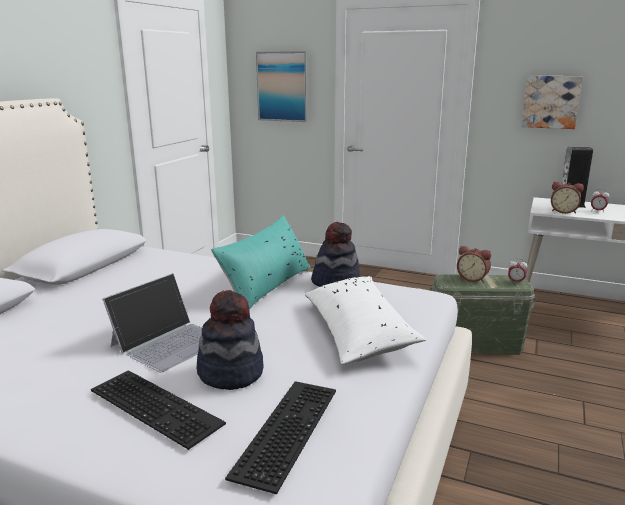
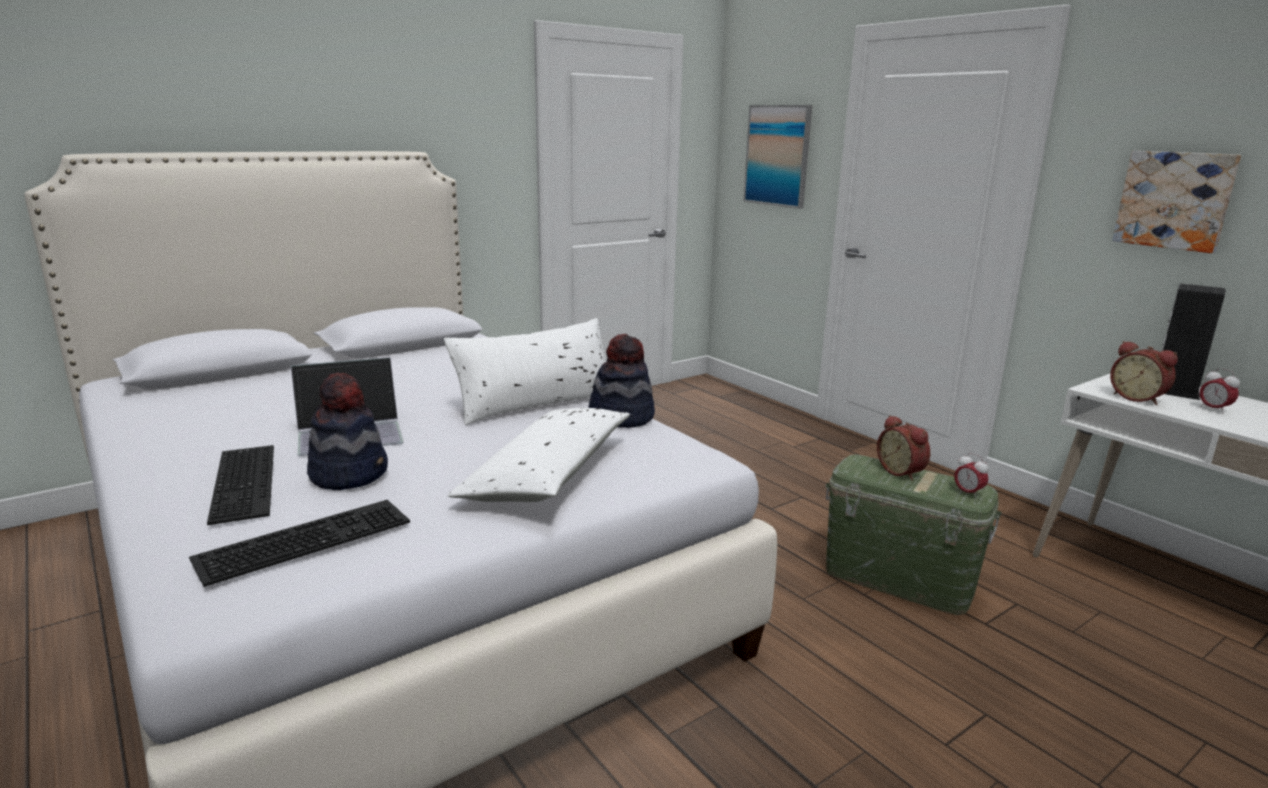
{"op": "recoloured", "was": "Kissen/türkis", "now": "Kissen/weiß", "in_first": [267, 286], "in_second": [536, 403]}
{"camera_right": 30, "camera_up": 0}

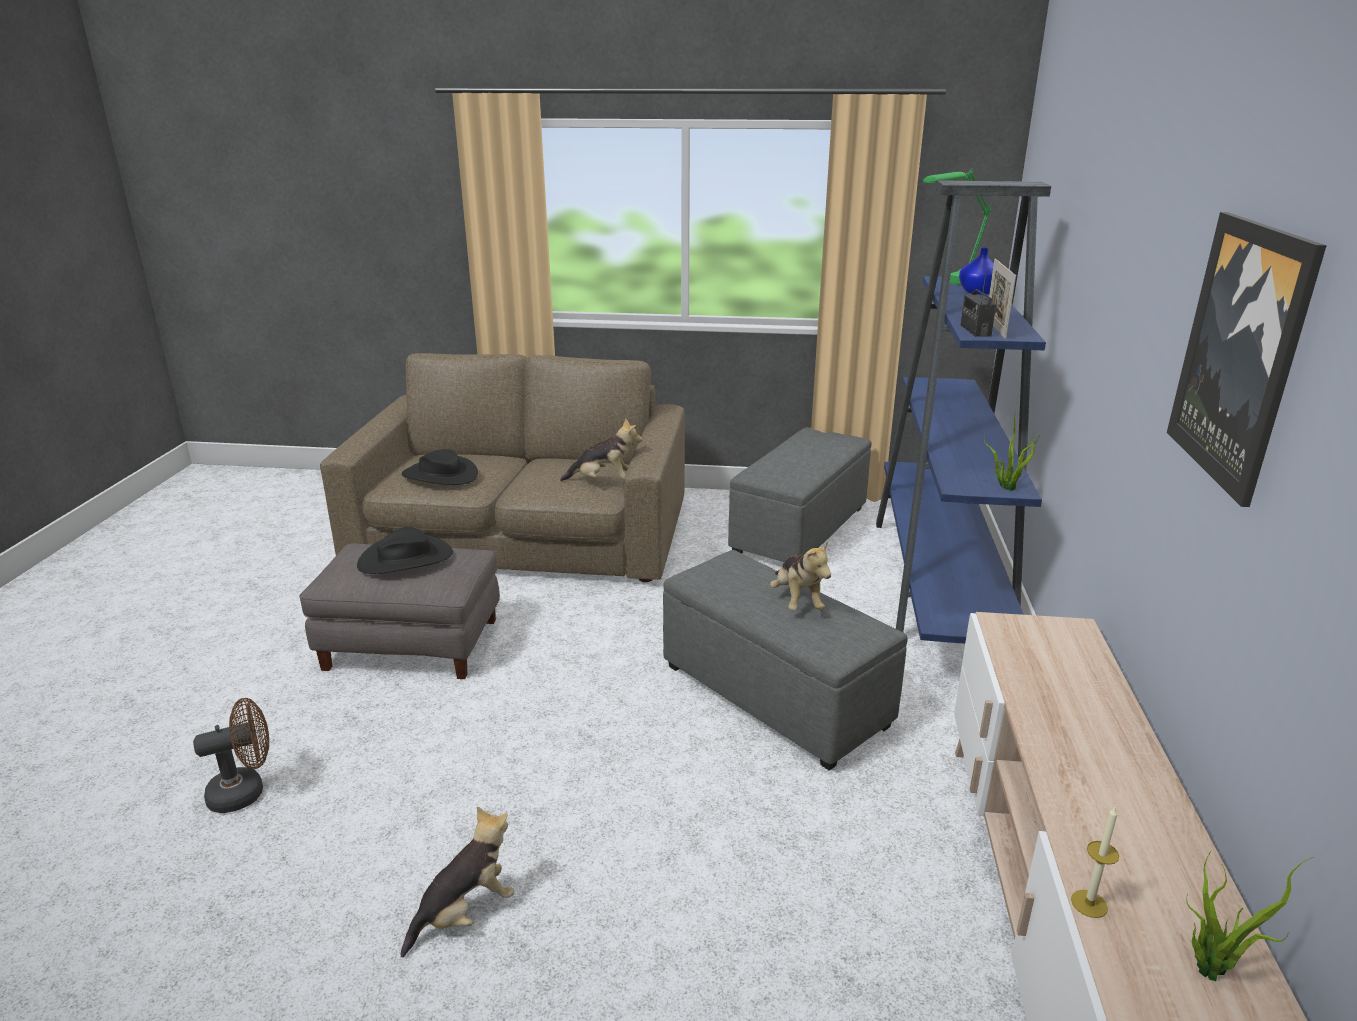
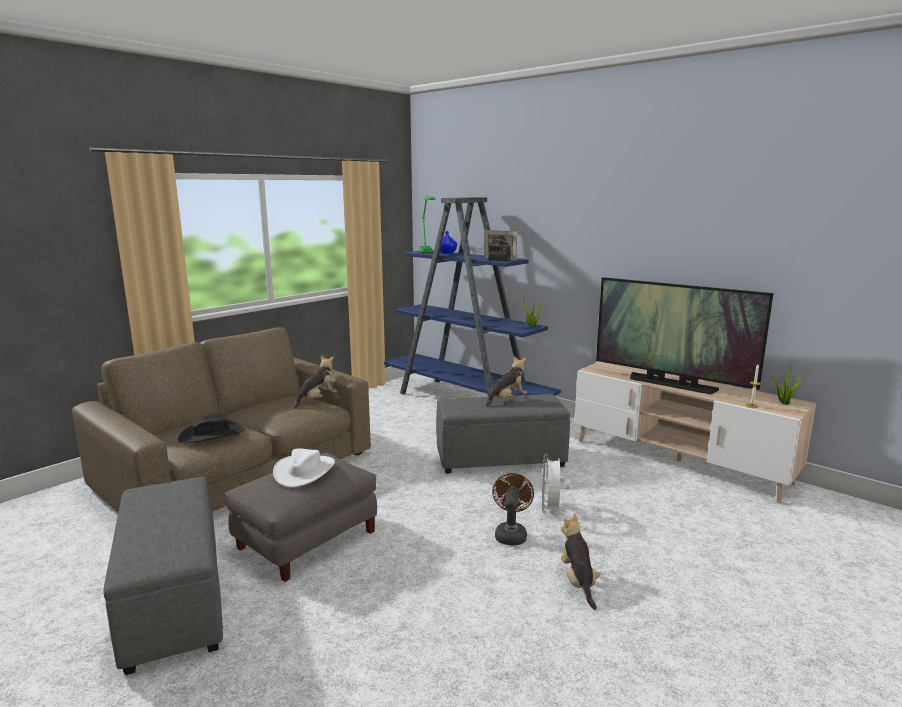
{"op": "moved", "was": "Polsterhocker/grau", "in_first": [800, 529], "in_second": [173, 599]}
{"op": "recoloured", "was": "Hut/schwarz", "now": "Hut/weiß", "in_first": [405, 559], "in_second": [304, 471]}
{"op": "turned", "was": "Plüschtier", "in_first": [797, 601], "in_second": [507, 400], "clockwise": -60}
{"op": "moved", "was": "Ventilator/braun", "in_first": [245, 791], "in_second": [511, 534]}
{"op": "added", "now": "Ventilator/weiß", "in_second": [551, 509]}
{"op": "added", "now": "Fernseher", "in_second": [671, 384]}
{"op": "removed", "was": "Bild", "in_first": [1242, 353]}
{"camera_right": -55, "camera_up": -10}

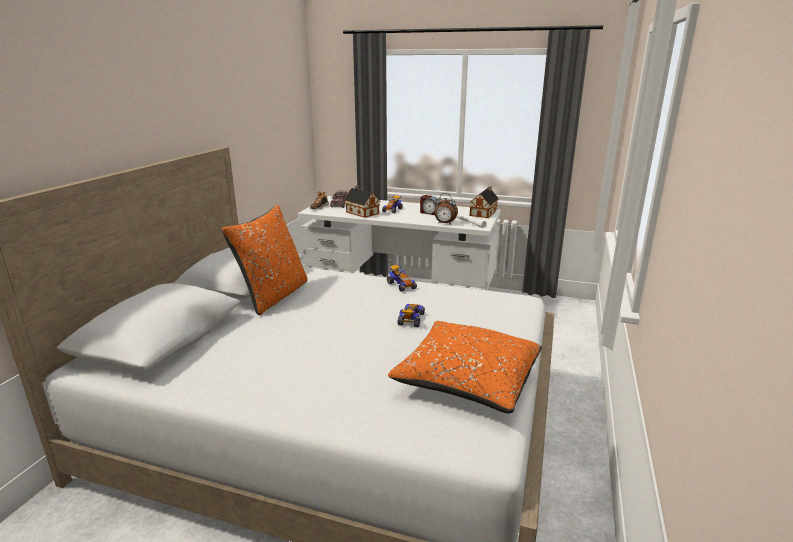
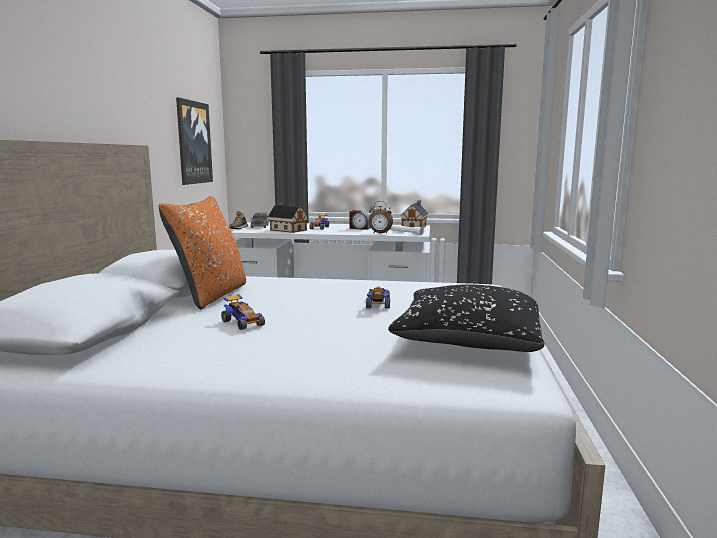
{"op": "added", "now": "Bild", "in_second": [193, 142]}
{"op": "moved", "was": "Spielzeugauto", "in_first": [401, 285], "in_second": [242, 323]}
{"op": "recoloured", "was": "Kissen/orange", "now": "Kissen/schwarz", "in_first": [467, 381], "in_second": [468, 342]}
{"camera_right": -10, "camera_up": -10}

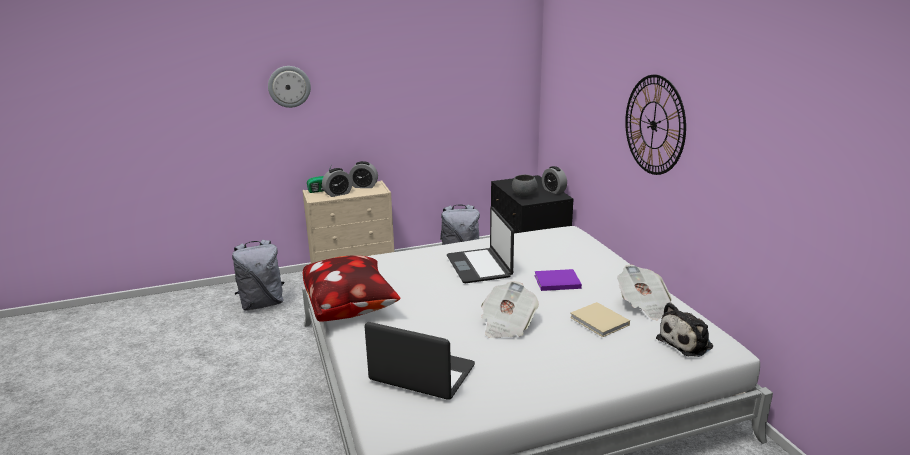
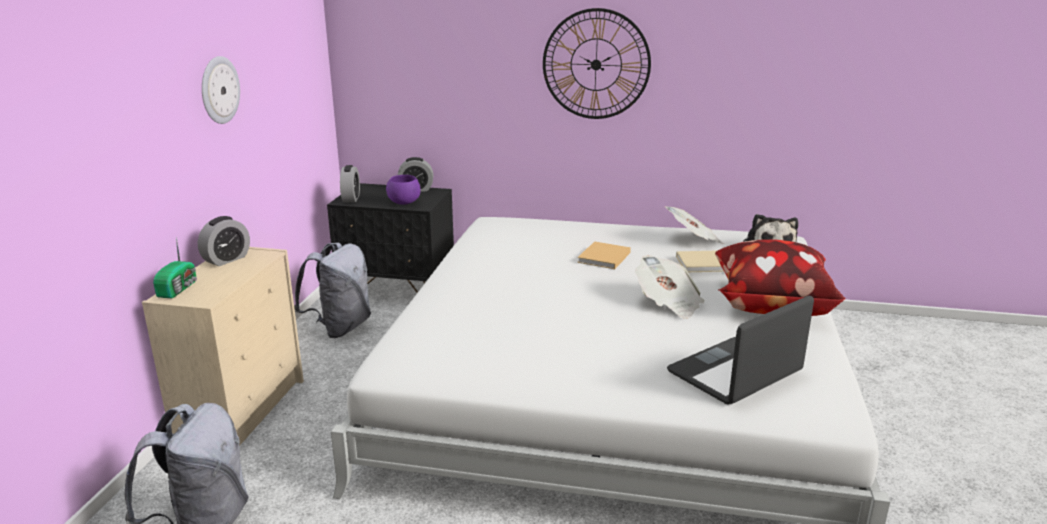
{"op": "moved", "was": "Wanduhr", "in_first": [289, 86], "in_second": [219, 90]}
{"op": "moved", "was": "Wecker", "in_first": [338, 194], "in_second": [351, 198]}
{"op": "recoloured", "was": "Schüssel/grau", "now": "Schüssel/lila", "in_first": [524, 195], "in_second": [404, 203]}
{"op": "recoloured", "was": "Buch/lila", "now": "Buch/beige", "in_first": [555, 282], "in_second": [603, 258]}
{"op": "moved", "was": "Kissen", "in_first": [351, 308], "in_second": [770, 305]}
{"op": "removed", "was": "Laptop", "in_first": [479, 266]}
{"camera_right": -60, "camera_up": 0}

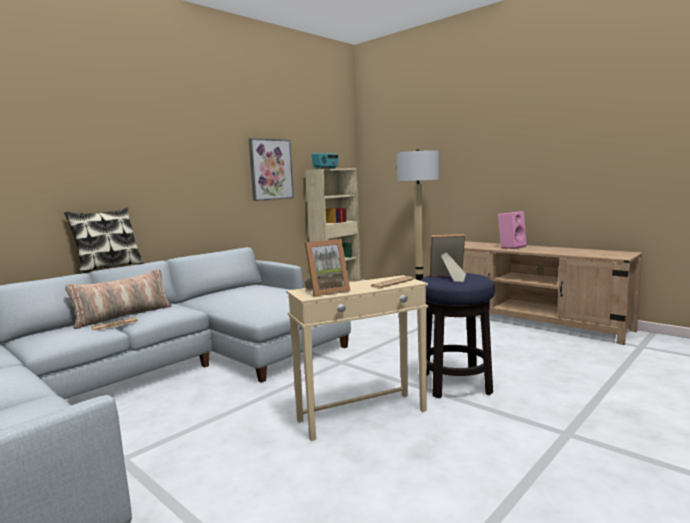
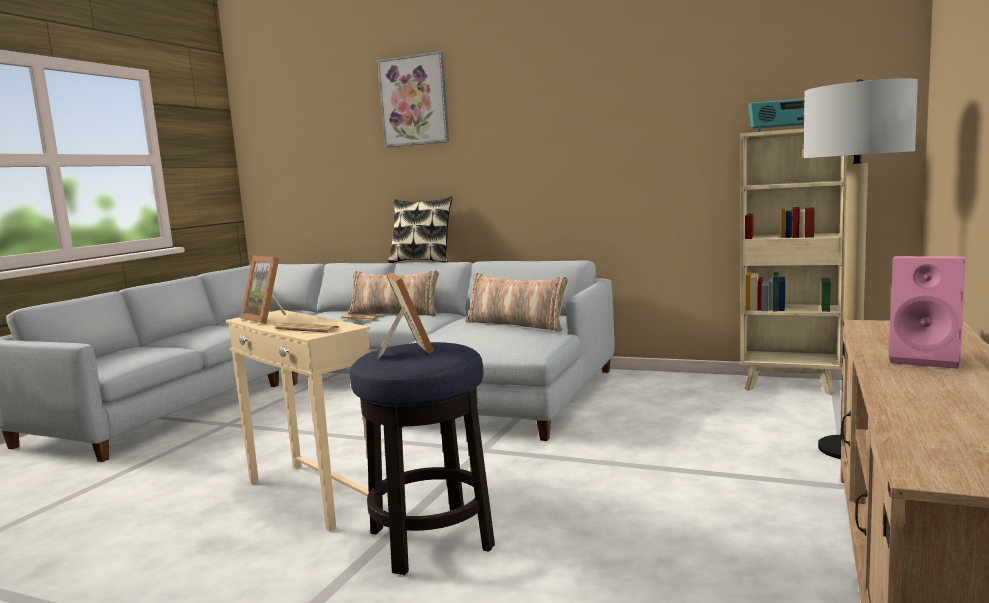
{"op": "moved", "was": "Bild", "in_first": [270, 169], "in_second": [414, 101]}
{"op": "added", "now": "Kissen", "in_second": [516, 325]}
{"camera_right": 70, "camera_up": 0}

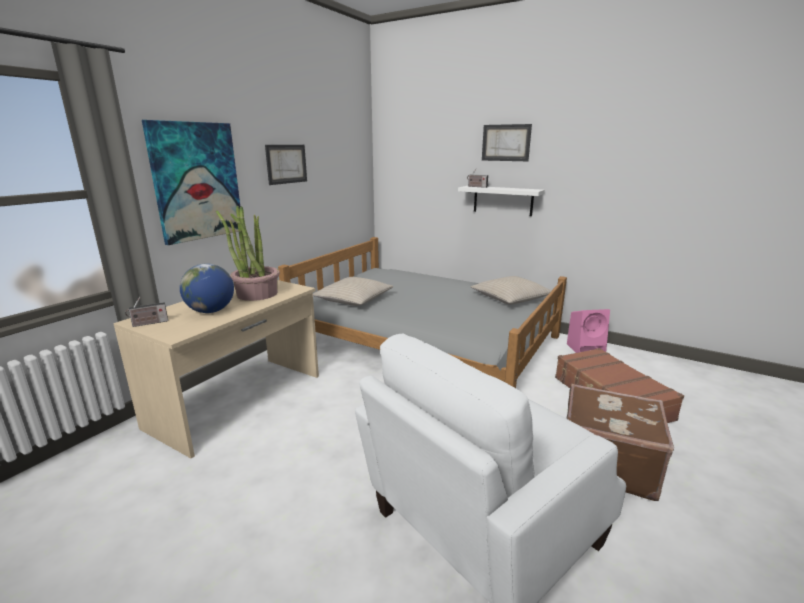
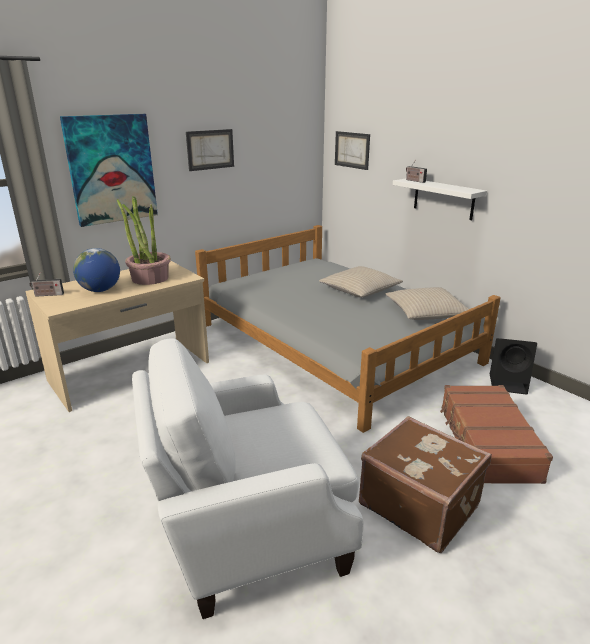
{"op": "moved", "was": "Kissen/beige", "in_first": [354, 299], "in_second": [359, 290]}
{"op": "moved", "was": "Bild", "in_first": [506, 142], "in_second": [352, 150]}
{"op": "recoloured", "was": "Lautsprecher/rosa", "now": "Lautsprecher/schwarz", "in_first": [586, 349], "in_second": [509, 384]}
{"camera_right": 20, "camera_up": 5}

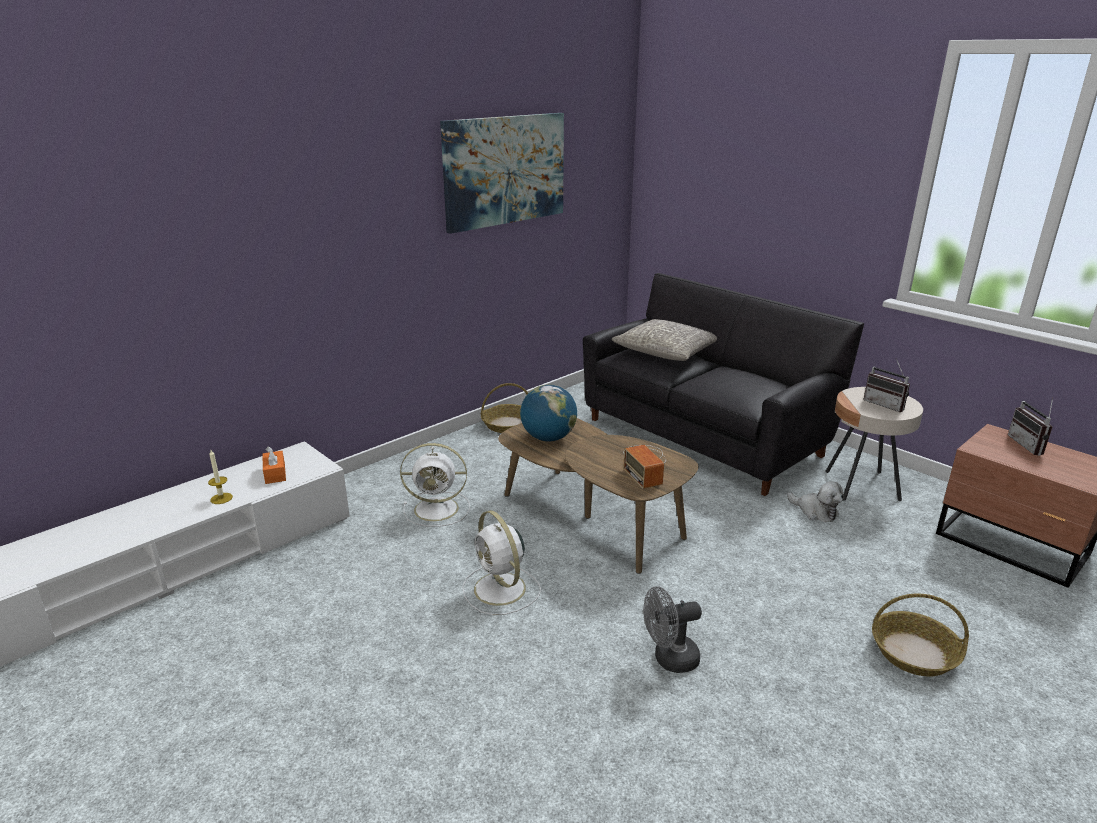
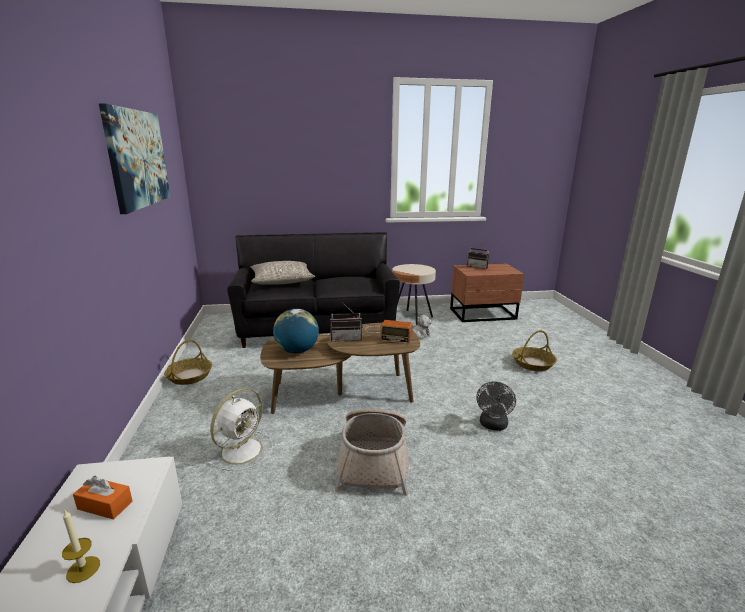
{"op": "moved", "was": "Radio", "in_first": [886, 404], "in_second": [346, 338]}
{"op": "replaced", "was": "Ventilator/weiß", "now": "Korb", "in_first": [501, 590], "in_second": [374, 460]}
{"camera_right": -55, "camera_up": -5}

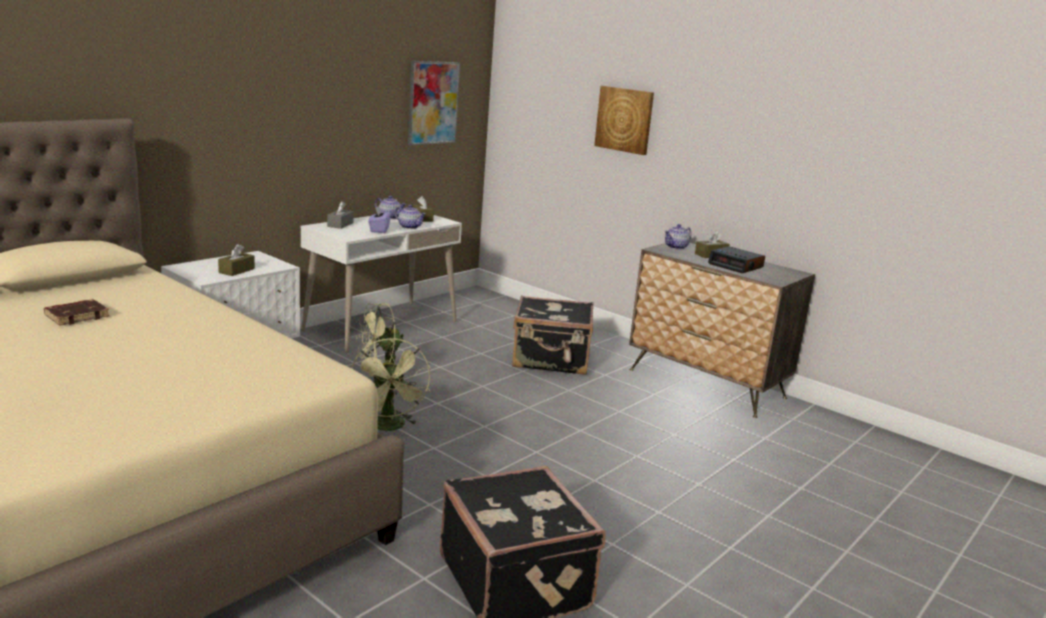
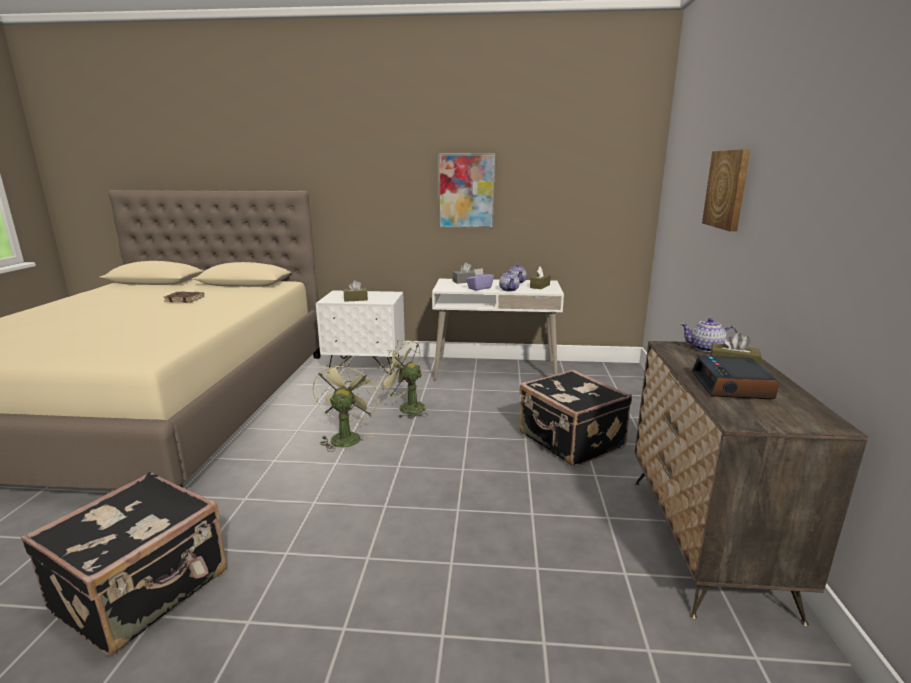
{"op": "turned", "was": "Ventilator/grün", "in_first": [390, 427], "in_second": [346, 436], "clockwise": 150}
{"op": "moved", "was": "Bild", "in_first": [433, 103], "in_second": [466, 191]}
{"camera_right": 55, "camera_up": 0}

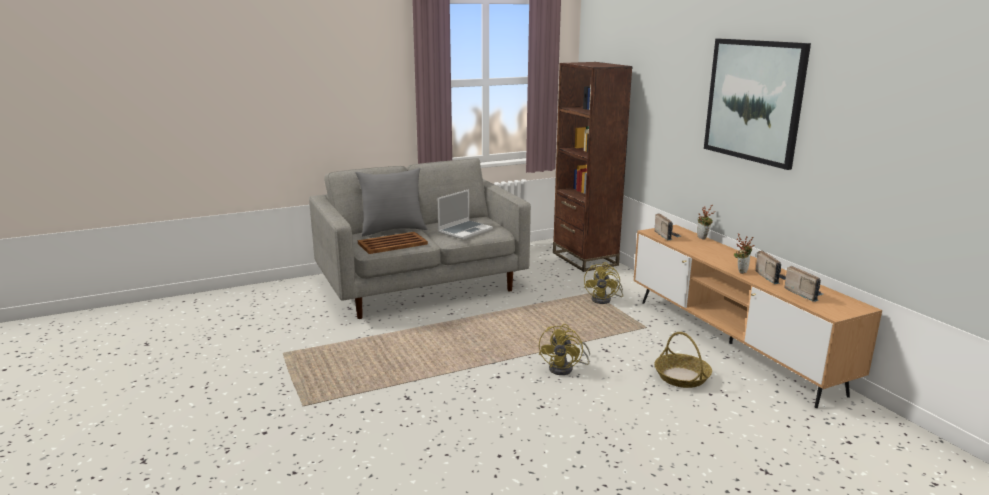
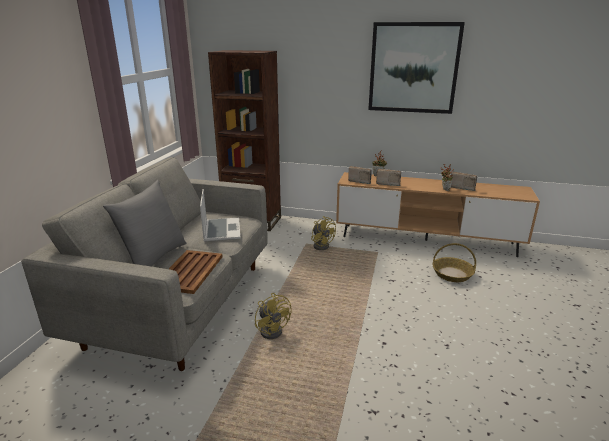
{"op": "moved", "was": "Ventilator/gelb", "in_first": [565, 368], "in_second": [273, 329]}
{"op": "moved", "was": "Radio", "in_first": [803, 294], "in_second": [387, 183]}
{"camera_right": -50, "camera_up": 5}

